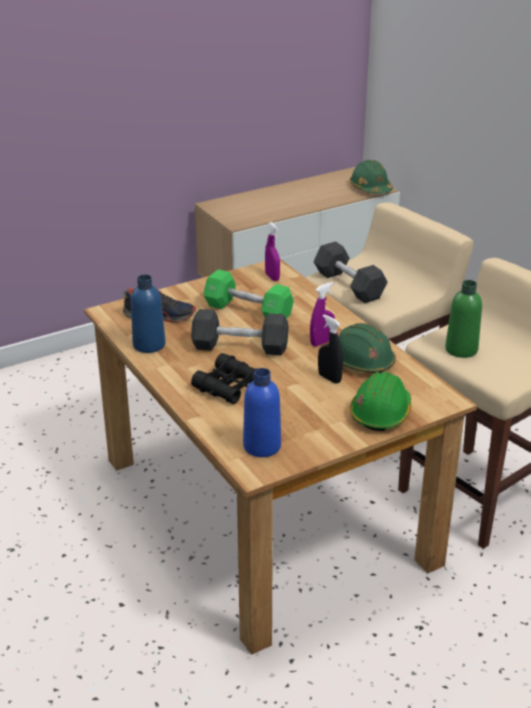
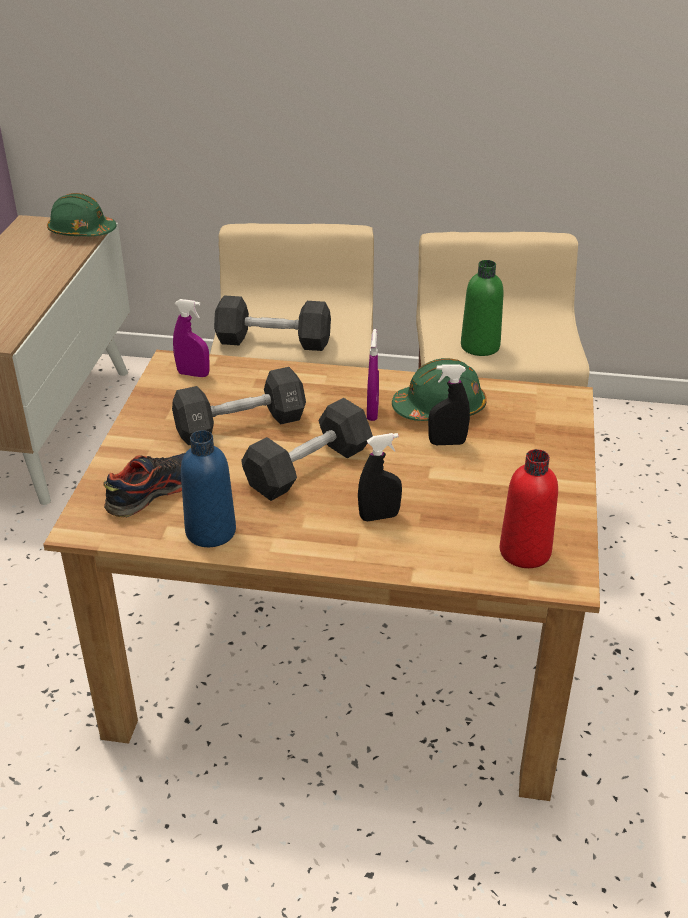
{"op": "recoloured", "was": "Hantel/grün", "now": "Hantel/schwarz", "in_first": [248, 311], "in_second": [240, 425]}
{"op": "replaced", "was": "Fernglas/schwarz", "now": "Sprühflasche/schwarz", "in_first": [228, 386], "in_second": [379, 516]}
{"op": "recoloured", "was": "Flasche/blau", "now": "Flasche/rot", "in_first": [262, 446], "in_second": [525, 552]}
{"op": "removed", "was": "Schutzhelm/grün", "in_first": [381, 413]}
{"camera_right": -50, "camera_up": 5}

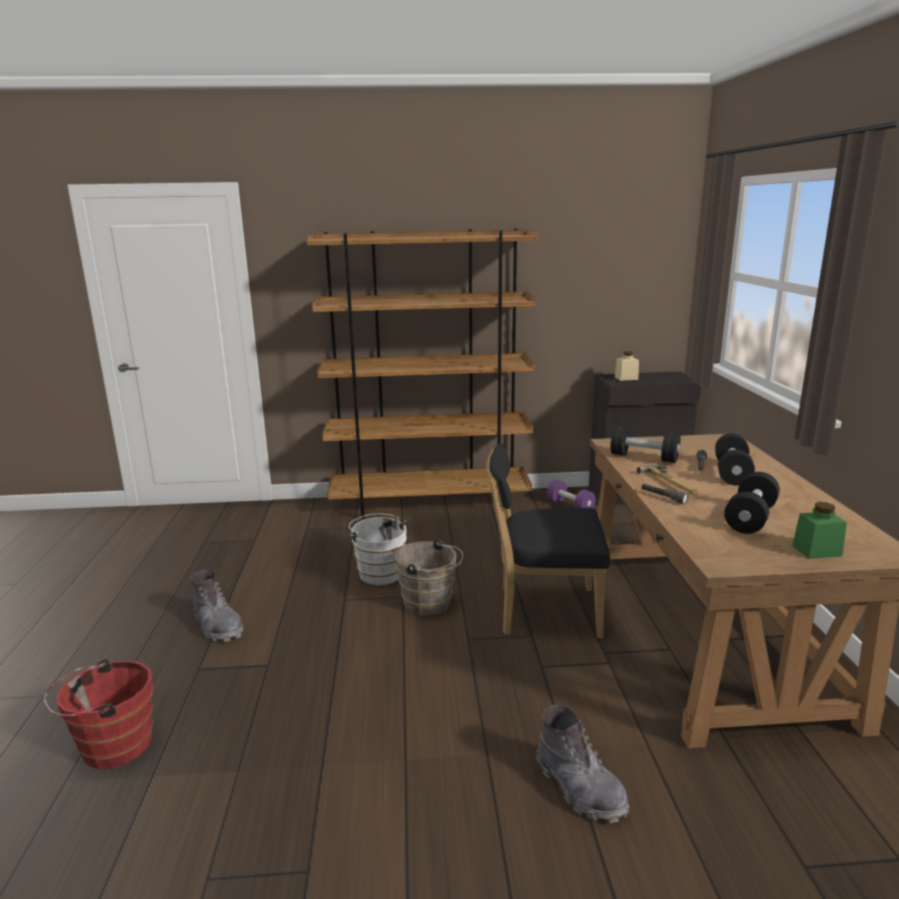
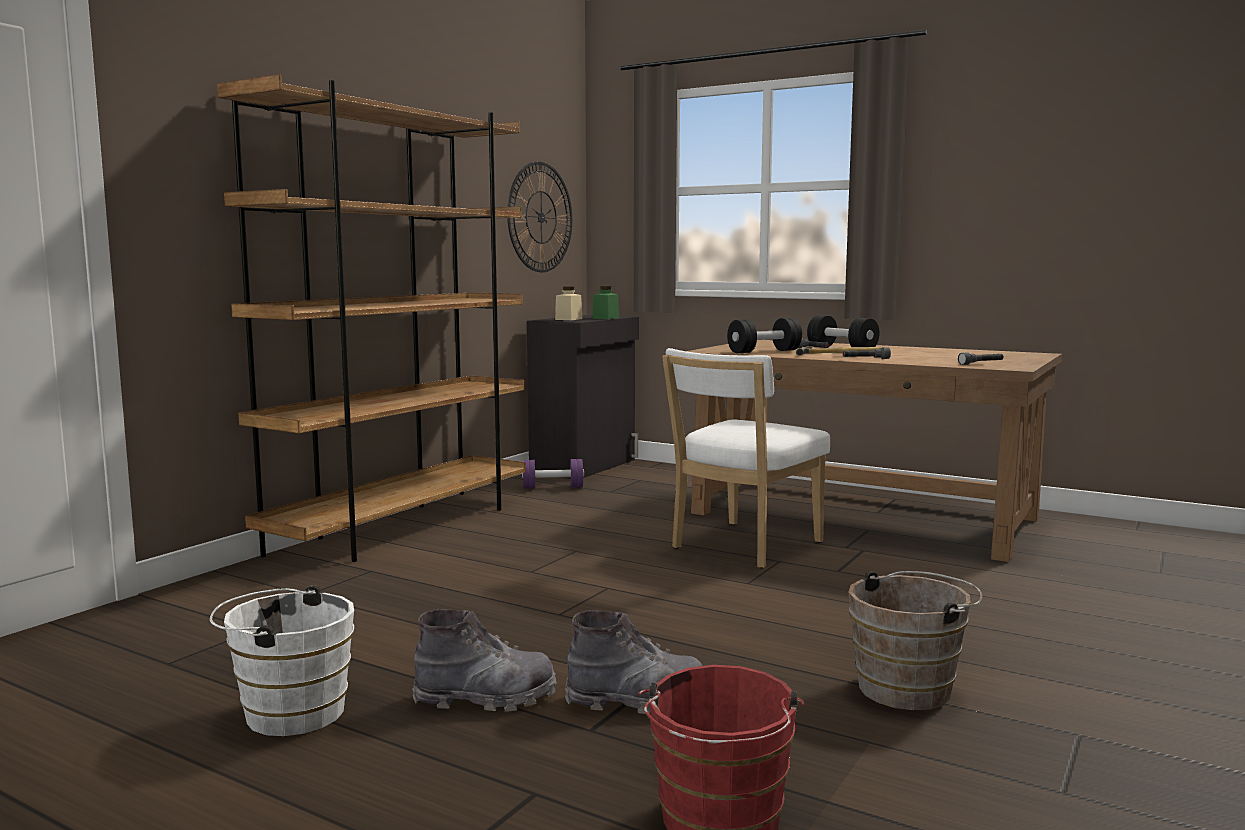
{"op": "moved", "was": "Eimer/weiß", "in_first": [380, 572], "in_second": [288, 712]}
{"op": "added", "now": "Wanduhr", "in_second": [540, 217]}
{"op": "moved", "was": "Stiefel/grau", "in_first": [579, 788], "in_second": [637, 701]}
{"op": "moved", "was": "Vorratsglas/grün", "in_first": [816, 551], "in_second": [605, 318]}
{"op": "recoloured", "was": "Stuhl/schwarz", "now": "Stuhl/weiß", "in_first": [543, 611], "in_second": [742, 547]}
{"op": "moved", "was": "Eimer/braun", "in_first": [430, 604], "in_second": [910, 688]}
{"op": "added", "now": "Taschenlampe/grau", "in_second": [981, 363]}
{"op": "removed", "was": "Hantel/schwarz", "in_first": [750, 518]}
{"camera_right": -55, "camera_up": -10}

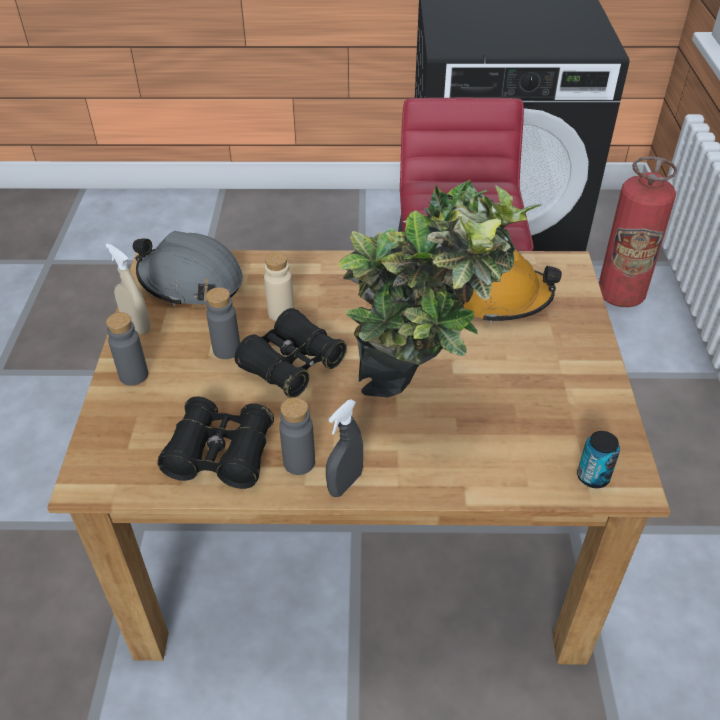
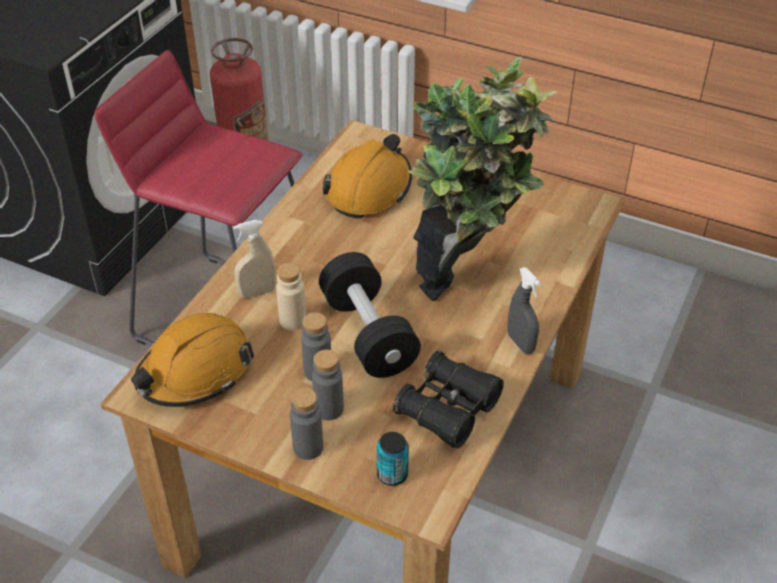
{"op": "recoloured", "was": "Schutzhelm/grau", "now": "Schutzhelm/orange", "in_first": [191, 282], "in_second": [195, 372]}
{"op": "moved", "was": "Sprühflasche/beige", "in_first": [137, 326], "in_second": [257, 292]}
{"op": "moved", "was": "Flasche/grau", "in_first": [299, 462], "in_second": [329, 409]}
{"op": "replaced", "was": "Fernglas/schwarz", "now": "Hantel/schwarz", "in_first": [292, 365], "in_second": [368, 334]}
{"op": "moved", "was": "Dose", "in_first": [593, 477], "in_second": [392, 474]}
{"camera_right": -65, "camera_up": 0}

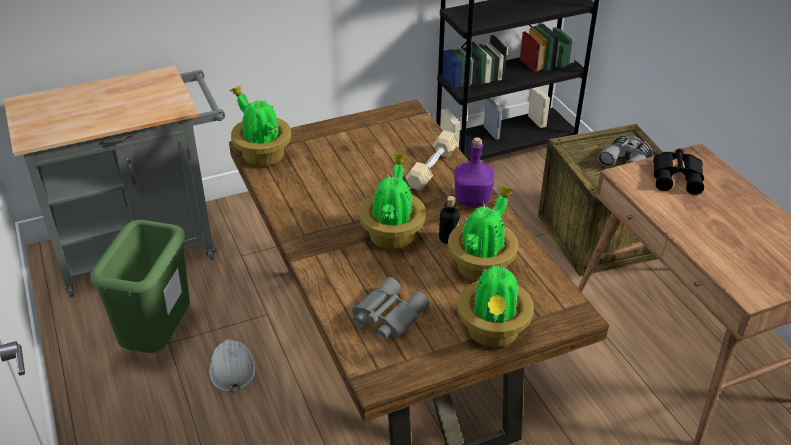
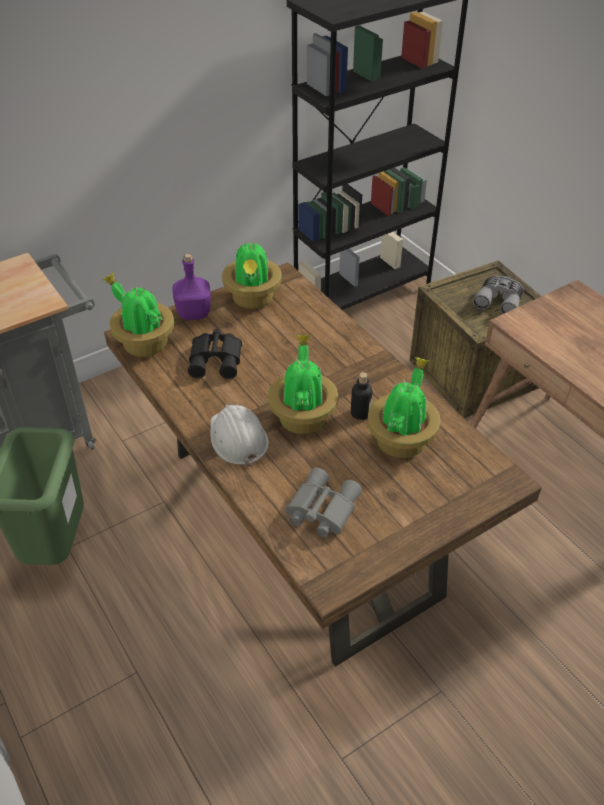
{"op": "moved", "was": "Flasche/lila", "in_first": [472, 200], "in_second": [194, 314]}
{"op": "moved", "was": "Fernglas/schwarz", "in_first": [678, 177], "in_second": [217, 359]}
{"op": "moved", "was": "Schutzhelm/weiß", "in_first": [231, 368], "in_second": [237, 439]}
{"op": "moved", "was": "Topfpflanze", "in_first": [492, 332], "in_second": [253, 299]}
{"op": "removed", "was": "Hantel/beige", "in_first": [432, 168]}
{"camera_right": -10, "camera_up": 5}

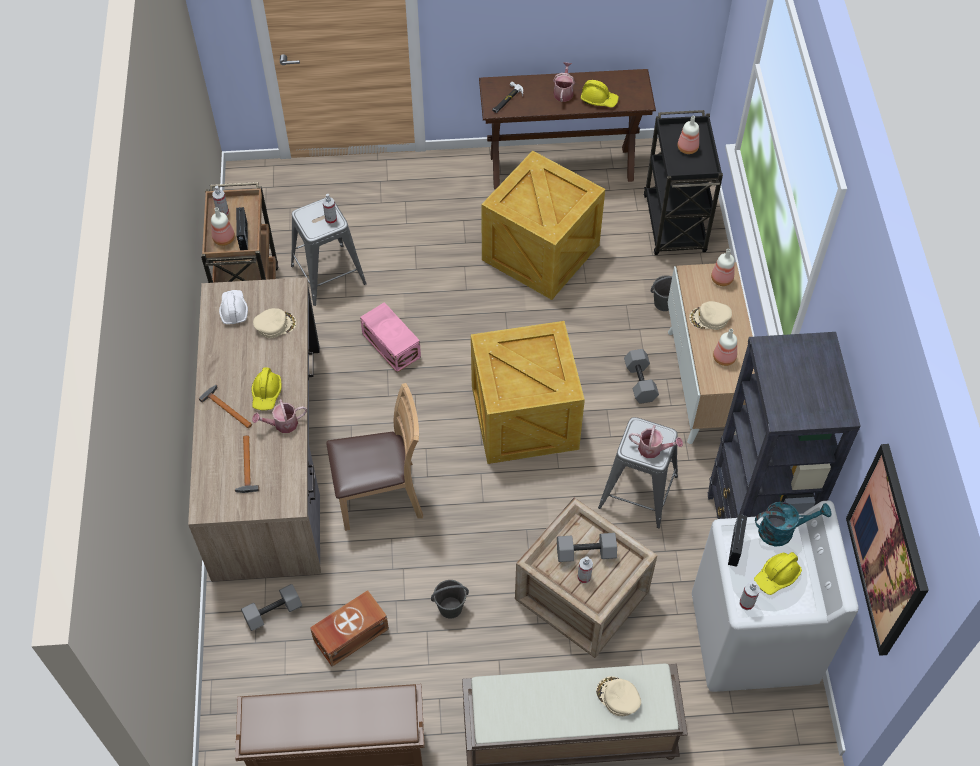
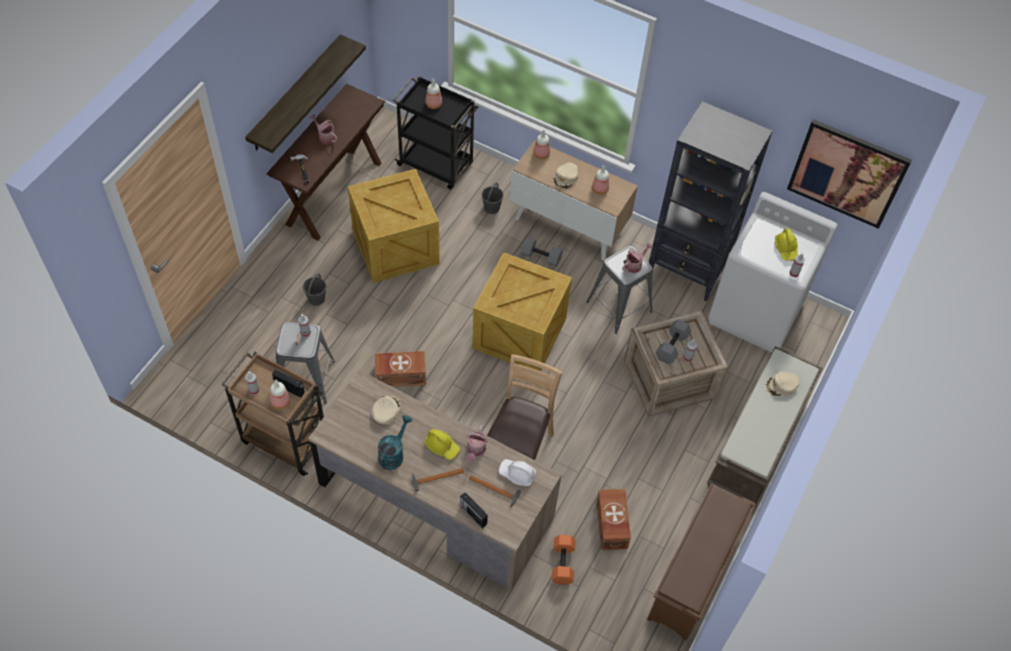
{"op": "added", "now": "Wandregal", "in_second": [295, 94]}
{"op": "moved", "was": "Eimer/grau", "in_first": [450, 607], "in_second": [316, 299]}
{"op": "recoloured", "was": "Aufbewahrungsbox/rosa", "now": "Aufbewahrungsbox/braun", "in_first": [391, 344], "in_second": [400, 375]}
{"op": "moved", "was": "Gießkanne/türkis", "in_first": [782, 531], "in_second": [393, 453]}
{"op": "moved", "was": "Radio", "in_first": [735, 546], "in_second": [473, 514]}
{"op": "moved", "was": "Schutzhelm/weiß", "in_first": [233, 310], "in_second": [517, 474]}
{"op": "recoloured", "was": "Hantel/grau", "now": "Hantel/orange", "in_first": [273, 613], "in_second": [563, 563]}
{"op": "removed", "was": "Schutzhelm/gelb", "in_first": [599, 100]}
{"camera_right": -60, "camera_up": 0}

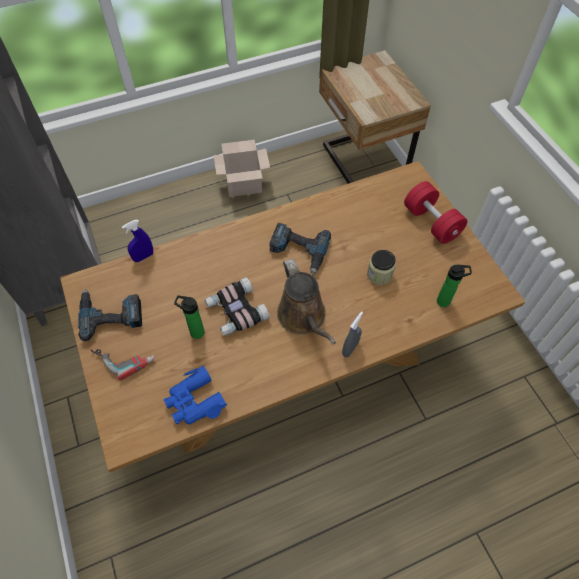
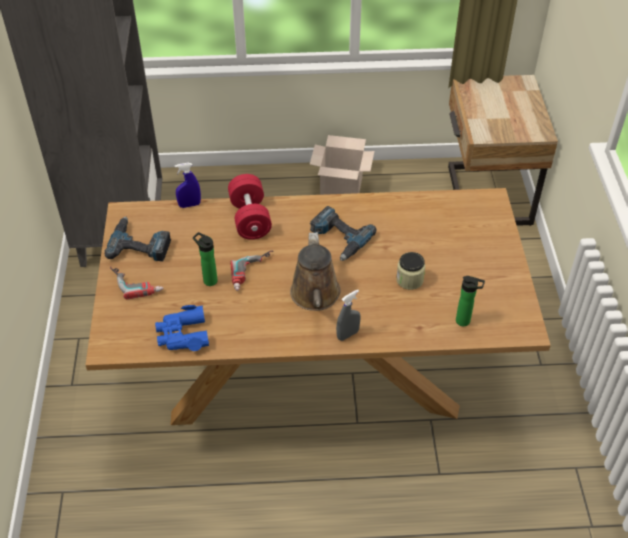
{"op": "moved", "was": "Hantel/rot", "in_first": [431, 222], "in_second": [250, 218]}
{"op": "replaced", "was": "Fernglas", "now": "Bohrmaschine", "in_first": [236, 311], "in_second": [254, 273]}
{"camera_right": 20, "camera_up": -10}

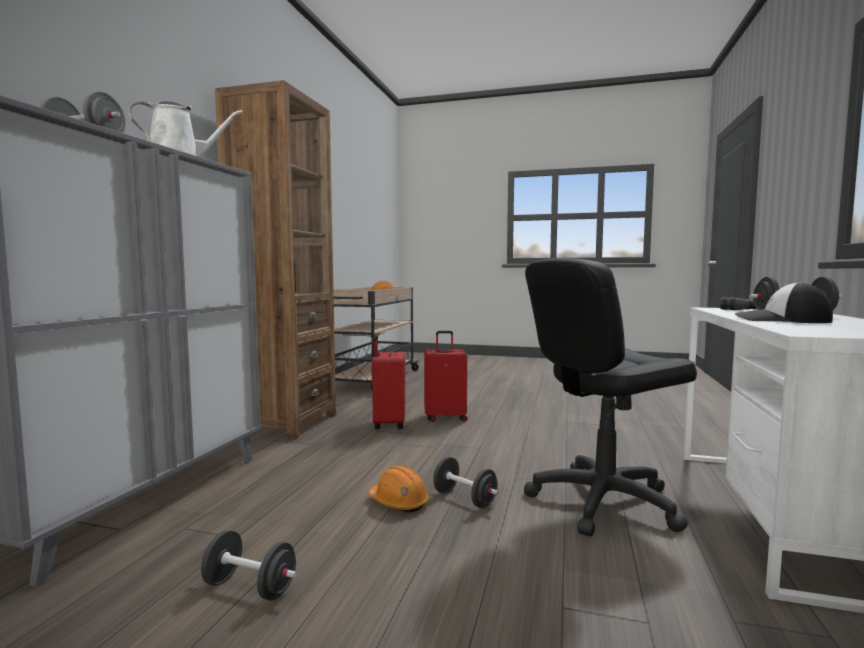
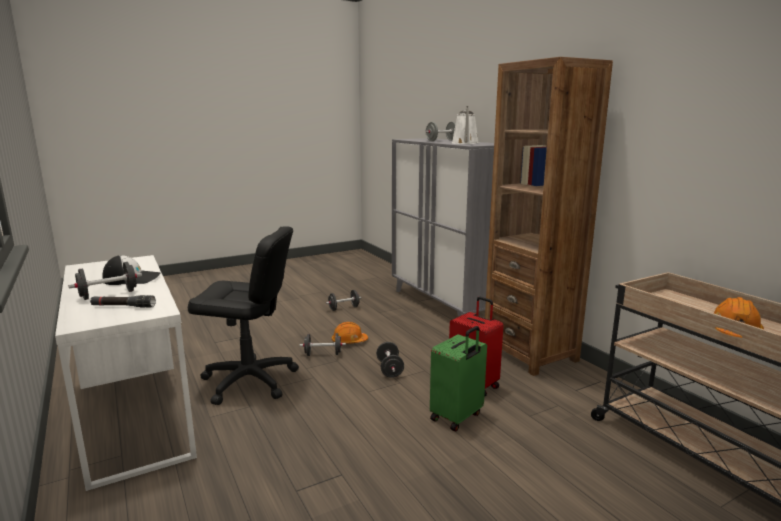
{"op": "turned", "was": "Bürostuhl/schwarz", "in_first": [602, 502], "in_second": [249, 381], "clockwise": 75}
{"op": "added", "now": "Hantel/schwarz", "in_second": [389, 369]}
{"op": "recoloured", "was": "Koffer/rot", "now": "Koffer/grün", "in_first": [445, 417], "in_second": [457, 417]}
{"camera_right": 135, "camera_up": 10}

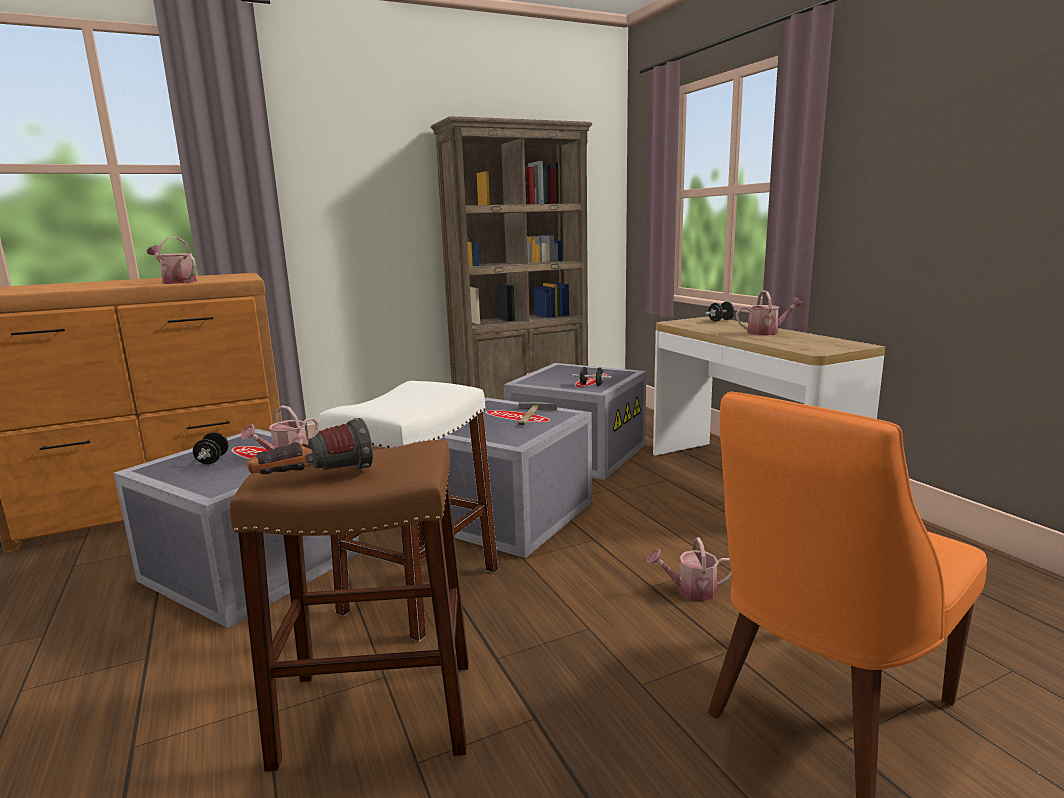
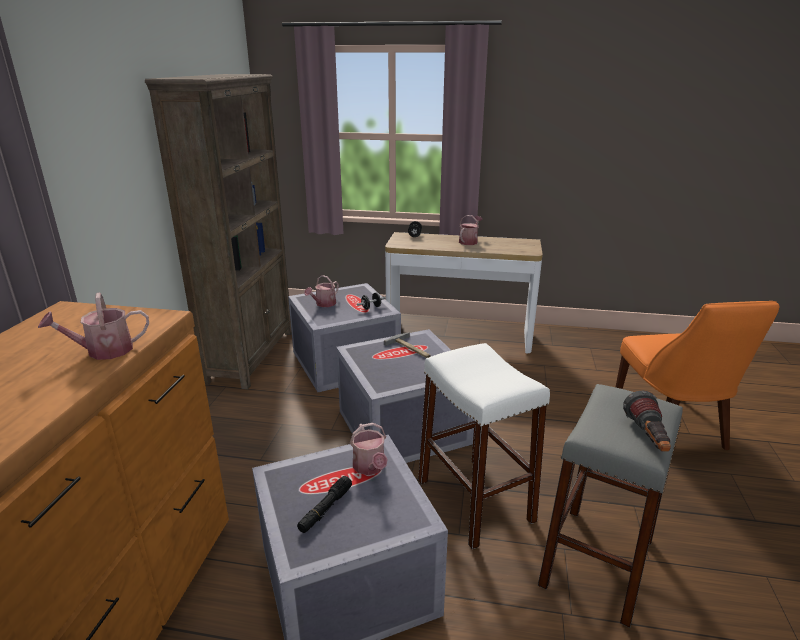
{"op": "replaced", "was": "Hantel/schwarz", "now": "Taschenlampe/schwarz", "in_first": [213, 460], "in_second": [325, 509]}
{"op": "moved", "was": "Gießkanne", "in_first": [691, 590], "in_second": [323, 304]}
{"op": "recoloured", "was": "Hocker/braun", "now": "Hocker/grau", "in_first": [378, 711], "in_second": [597, 562]}
{"camera_right": -55, "camera_up": 10}

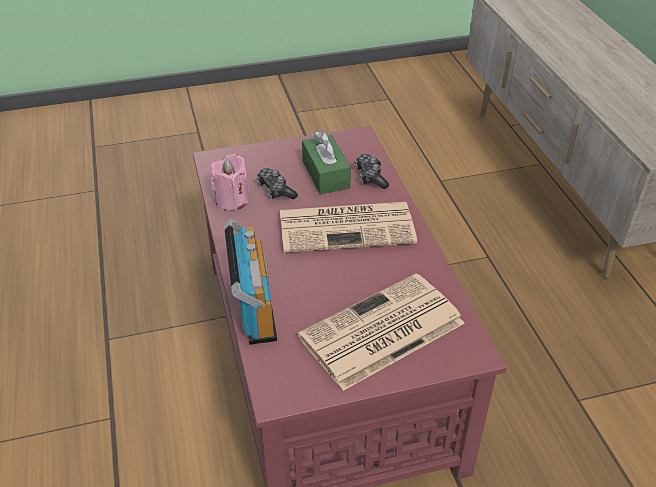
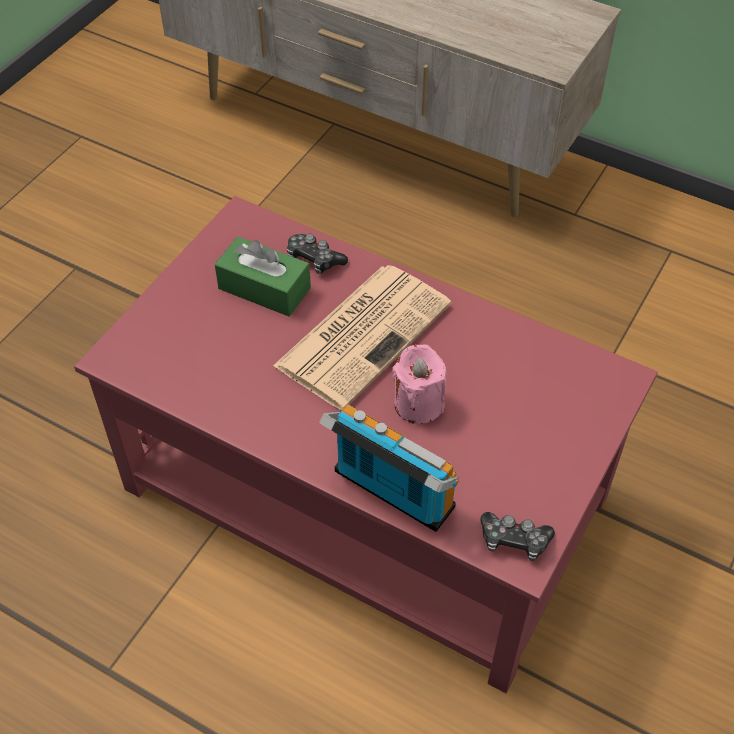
{"op": "moved", "was": "Kerze/rosa", "in_first": [232, 200], "in_second": [418, 404]}
{"op": "moved", "was": "Gamepad", "in_first": [275, 190], "in_second": [514, 541]}
{"op": "removed", "was": "Zeitung", "in_first": [380, 332]}
{"camera_right": -45, "camera_up": 10}

